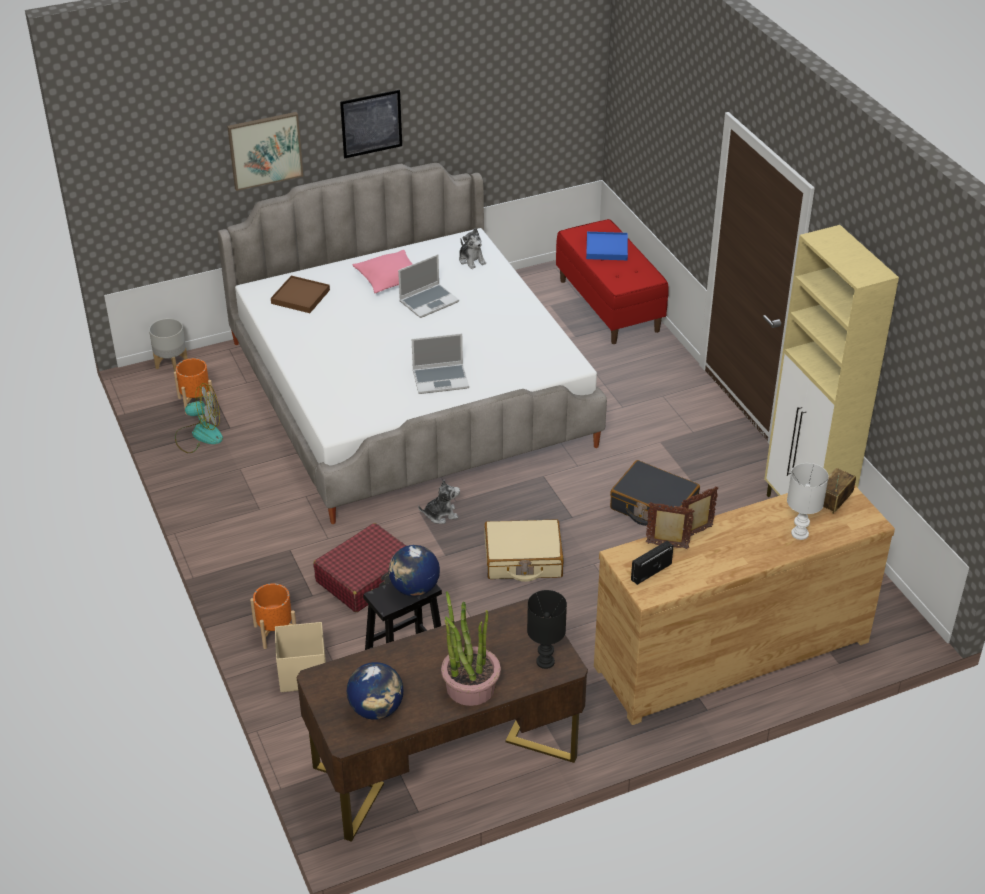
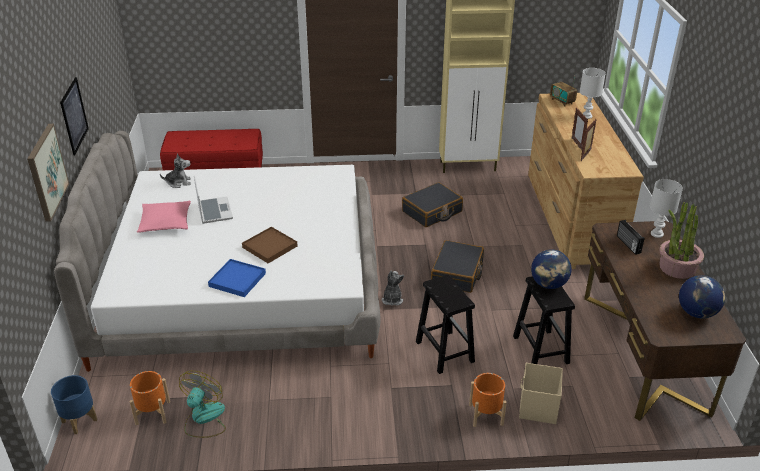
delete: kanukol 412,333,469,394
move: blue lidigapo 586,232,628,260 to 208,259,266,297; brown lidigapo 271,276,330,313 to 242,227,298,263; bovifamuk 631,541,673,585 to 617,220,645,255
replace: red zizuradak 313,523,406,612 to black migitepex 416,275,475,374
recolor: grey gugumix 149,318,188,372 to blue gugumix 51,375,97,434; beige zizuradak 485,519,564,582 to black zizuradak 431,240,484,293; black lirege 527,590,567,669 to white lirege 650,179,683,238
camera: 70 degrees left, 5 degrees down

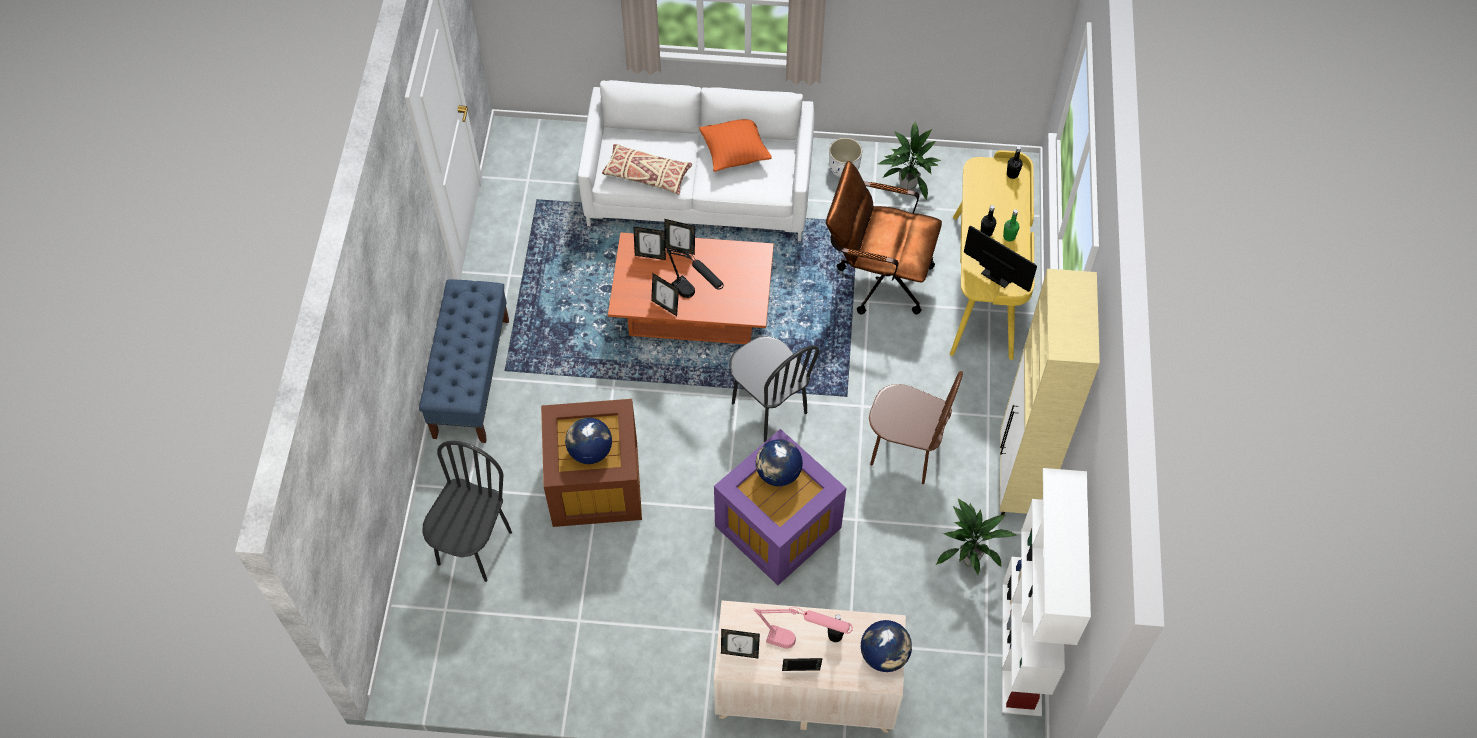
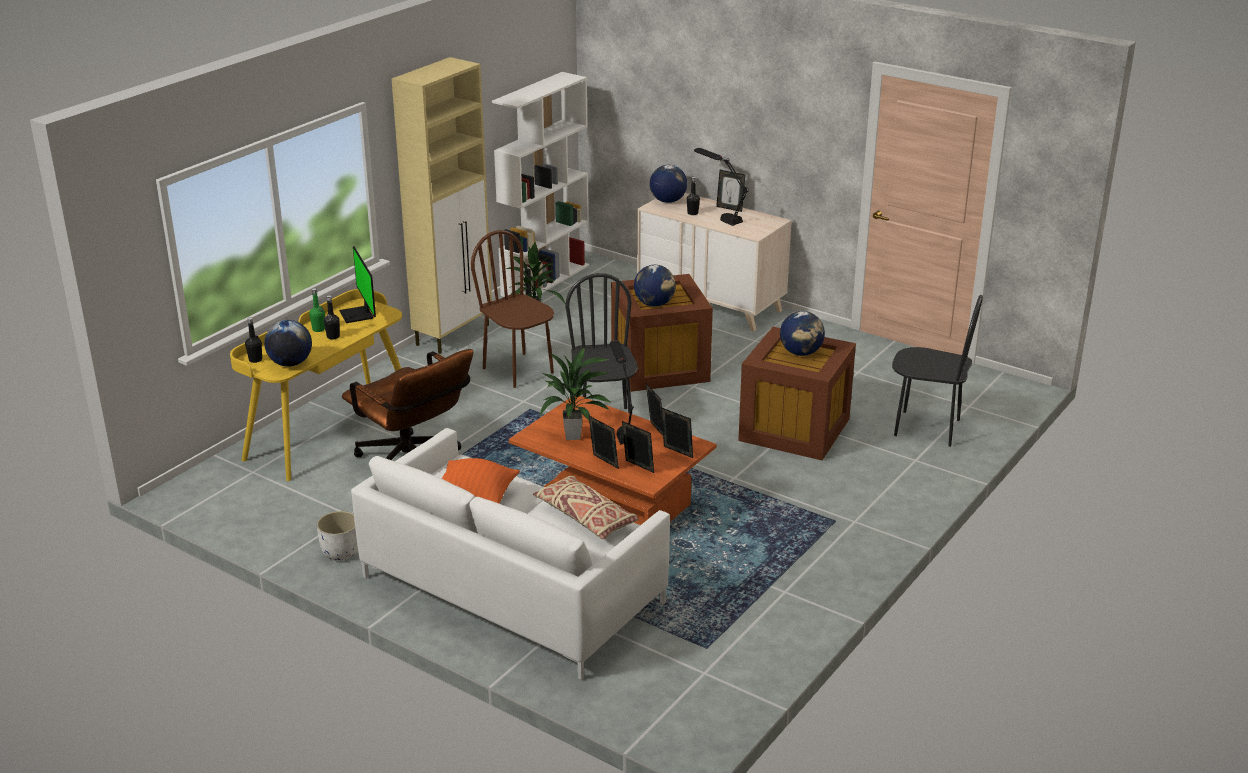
delete: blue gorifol 419,279,509,443
insert: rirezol 264,320,312,367
move: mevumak 878,122,941,200 to 539,347,610,440; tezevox 721,629,760,658 to 661,407,693,458
recolor: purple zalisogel 714,429,846,585 to brown zalisogel 611,274,713,392; pink lirege 753,607,853,649 to black lirege 694,148,749,226
rotate: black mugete 423,441,512,582 = 892,295,983,447 120 degrees counterclockwise
camera: 150 degrees left, 30 degrees down

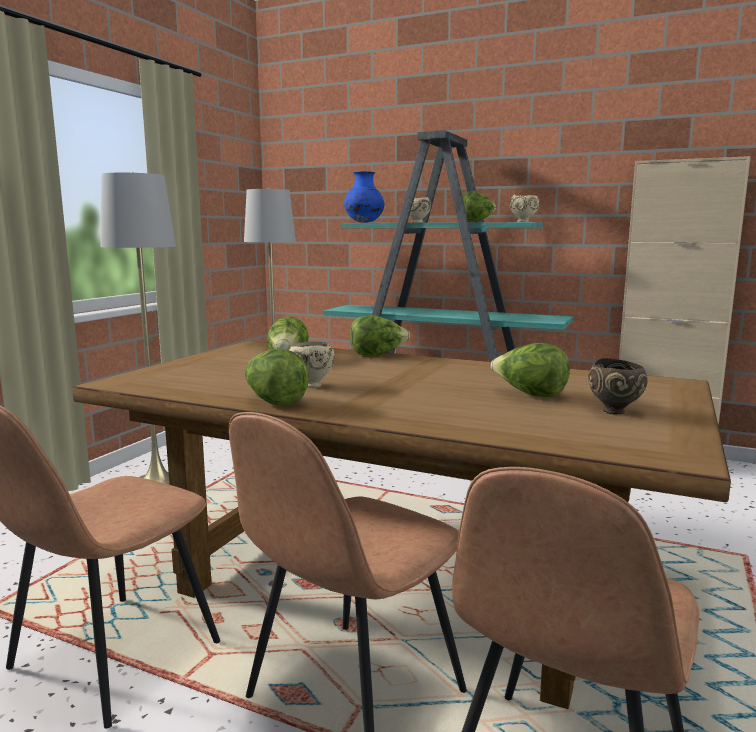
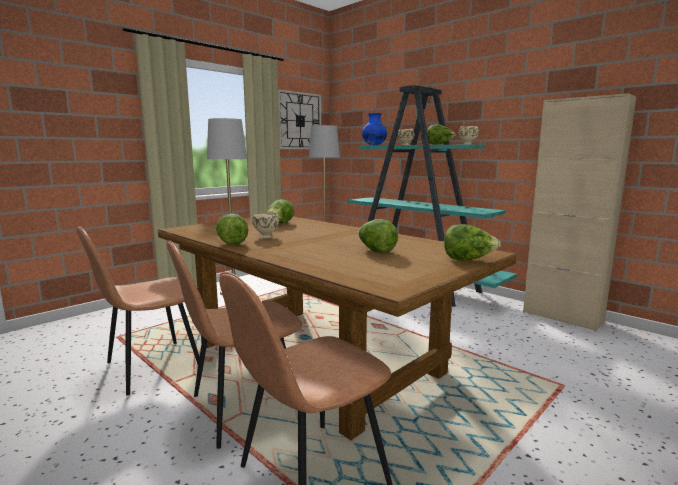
delete: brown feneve 588,358,648,415
insert: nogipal 278,89,321,149
move: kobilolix 350,315,410,356 to 444,224,501,261
camera: 20 degrees right, 0 degrees up

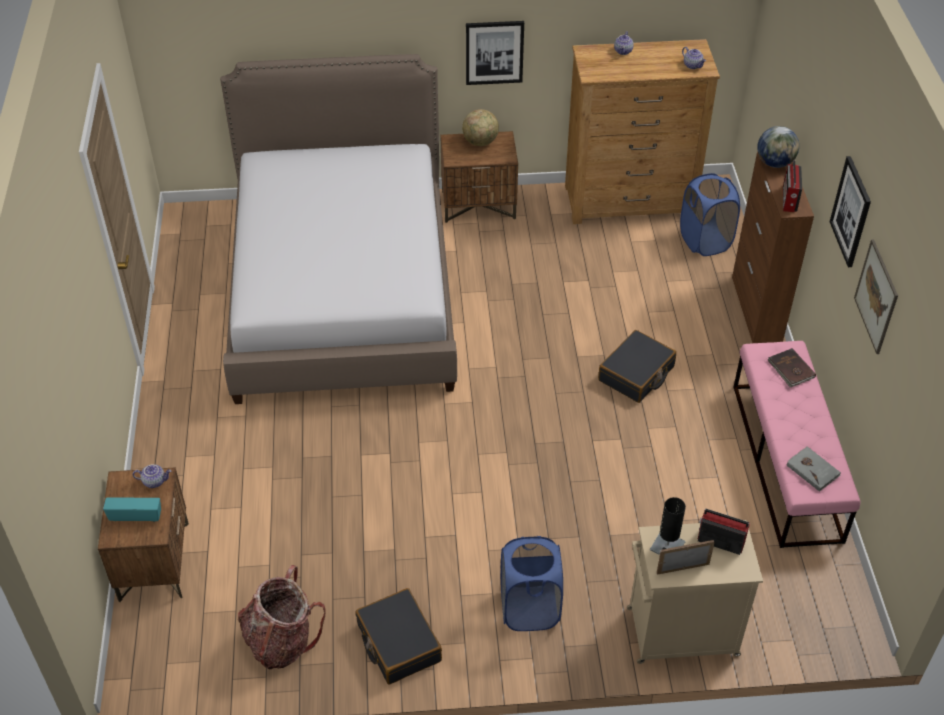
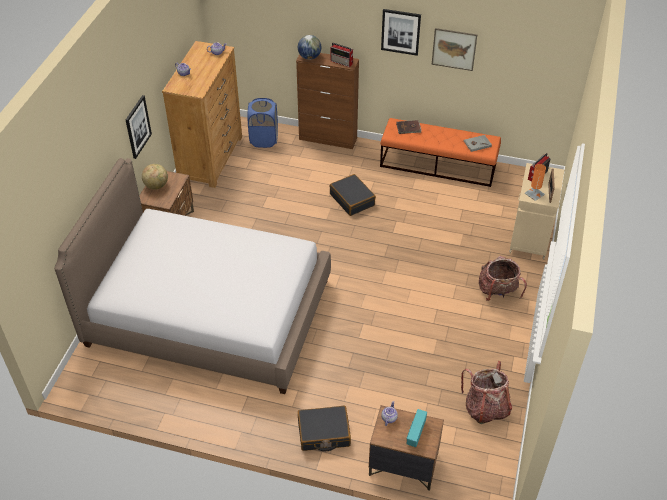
move: black zizuradak 355,588,442,685 to 298,406,351,451
replace: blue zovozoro 501,536,563,631 to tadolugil 479,256,527,301
recolor: pink gorifol 733,341,861,548 to orange gorifol 380,118,501,187; black lirege 650,497,686,555 to orange lirege 525,164,546,201
camera: 70 degrees left, 0 degrees up

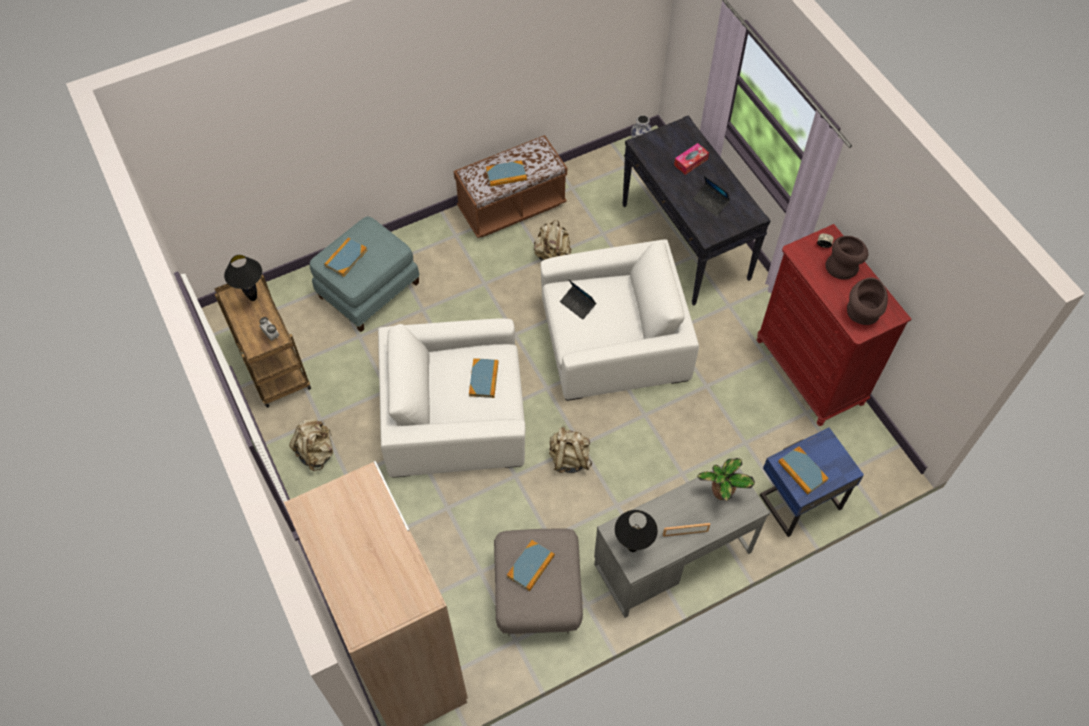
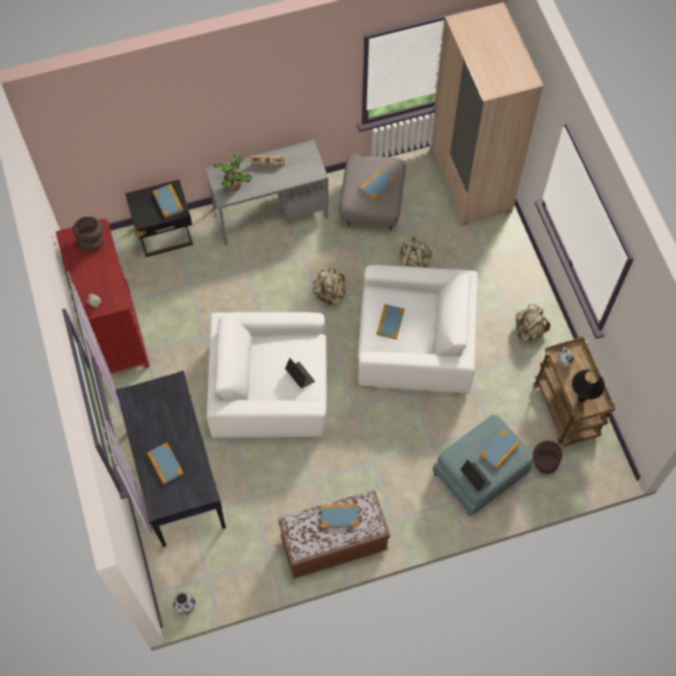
delete: black lirege 615,510,658,552
move: beige tadolugil 534,220,572,261 to 399,237,432,268; kanukol 693,176,730,216 to 460,460,491,492; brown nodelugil 826,236,868,280 to 533,441,562,474
replace: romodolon 674,143,709,175 to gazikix 147,442,184,484
recolor: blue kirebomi 760,427,864,537 to black kirebomi 125,180,193,257
camera: 170 degrees left, 5 degrees up

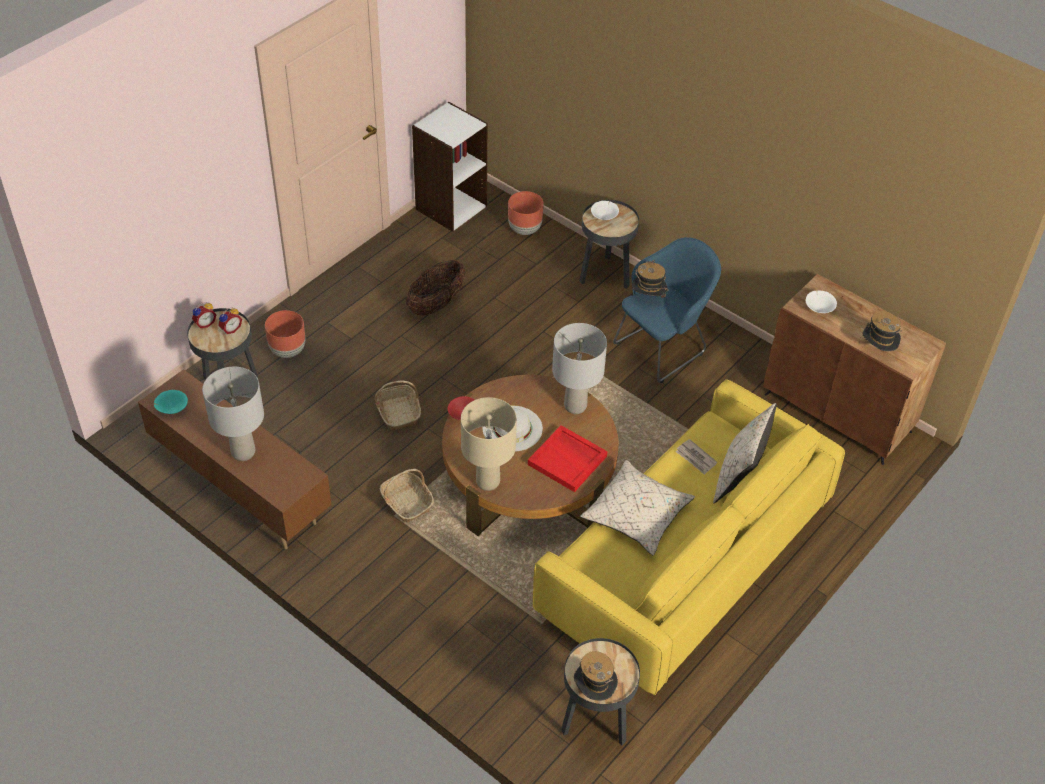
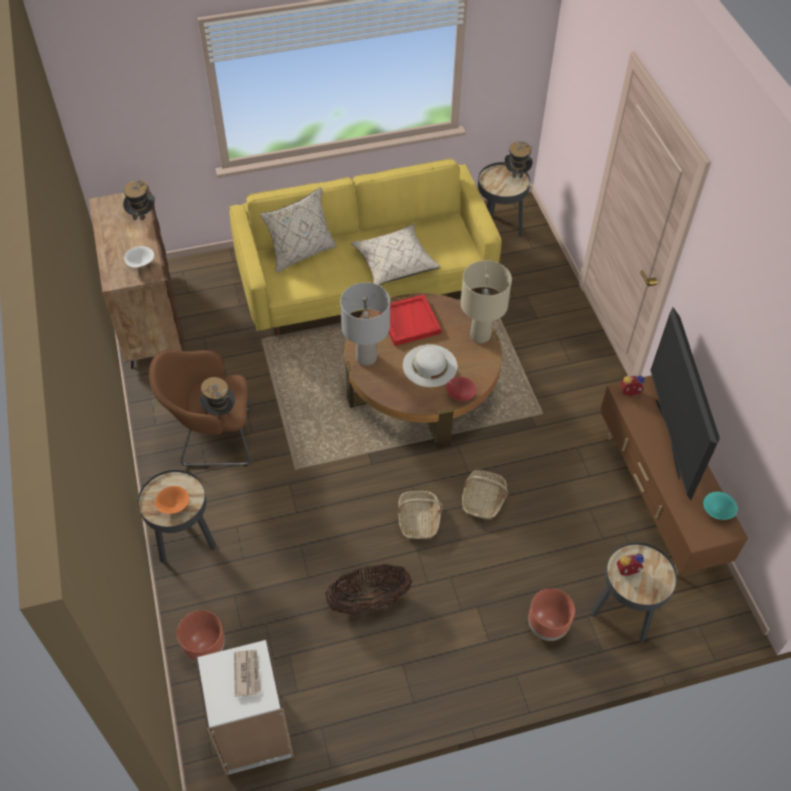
move: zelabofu 676,439,717,475 to 234,650,261,697; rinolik 380,469,434,523 to 398,491,443,539; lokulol 192,302,216,328 to 620,374,645,396
replace: grey lirege 202,367,264,461 to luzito 650,307,720,500
recolor: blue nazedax 613,237,721,383 to brown nazedax 149,350,252,467; white feneve 591,201,619,220 to orange feneve 155,486,189,514
camera: 145 degrees left, 5 degrees up

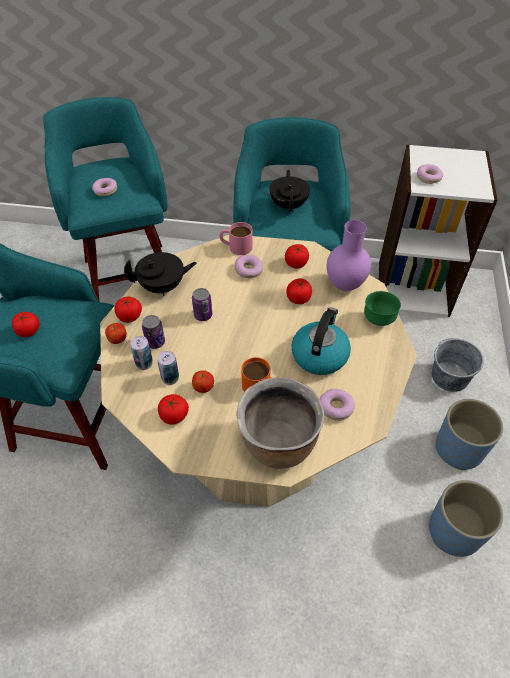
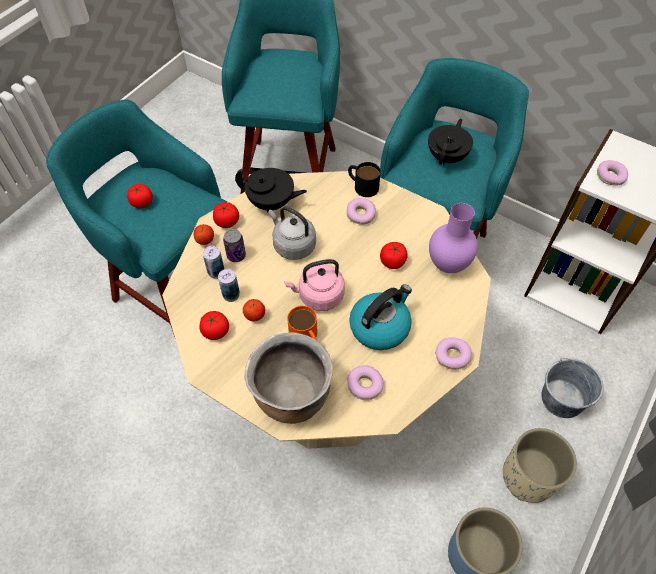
delete: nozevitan 285,244,309,269; green feneve 364,291,401,326
insert: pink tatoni 284,259,345,311
move: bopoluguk 92,178,117,196 to 435,337,472,370
replace: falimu 192,288,212,321 to grey tatoni 268,206,316,260
recolor: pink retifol 219,222,253,255 to black retifol 348,162,381,197; blue gugumix 435,399,503,470 to beige gugumix 503,428,577,503
camera: 25 degrees right, 5 degrees up

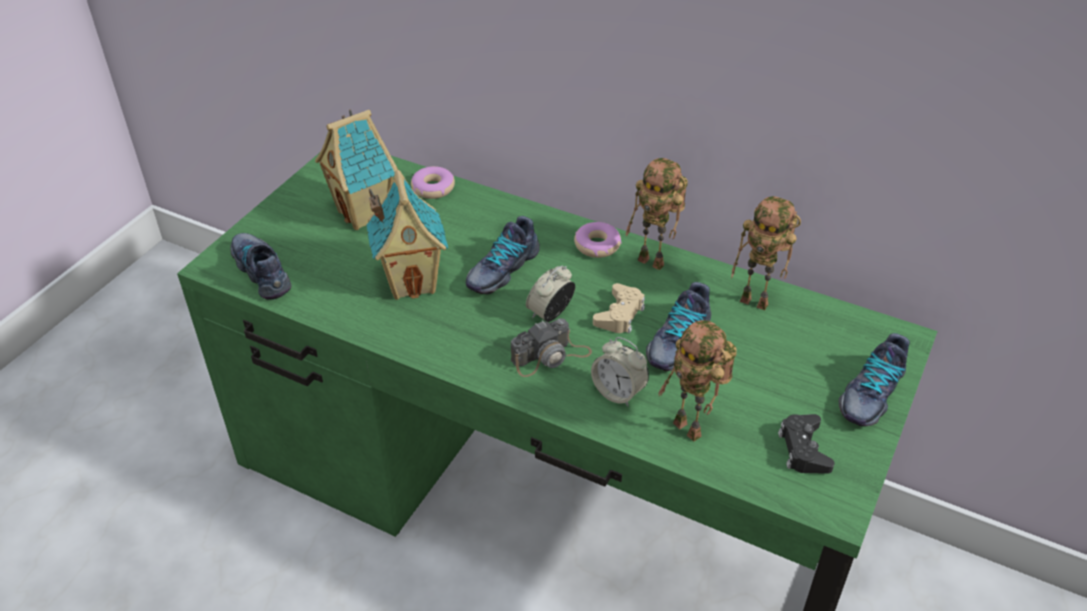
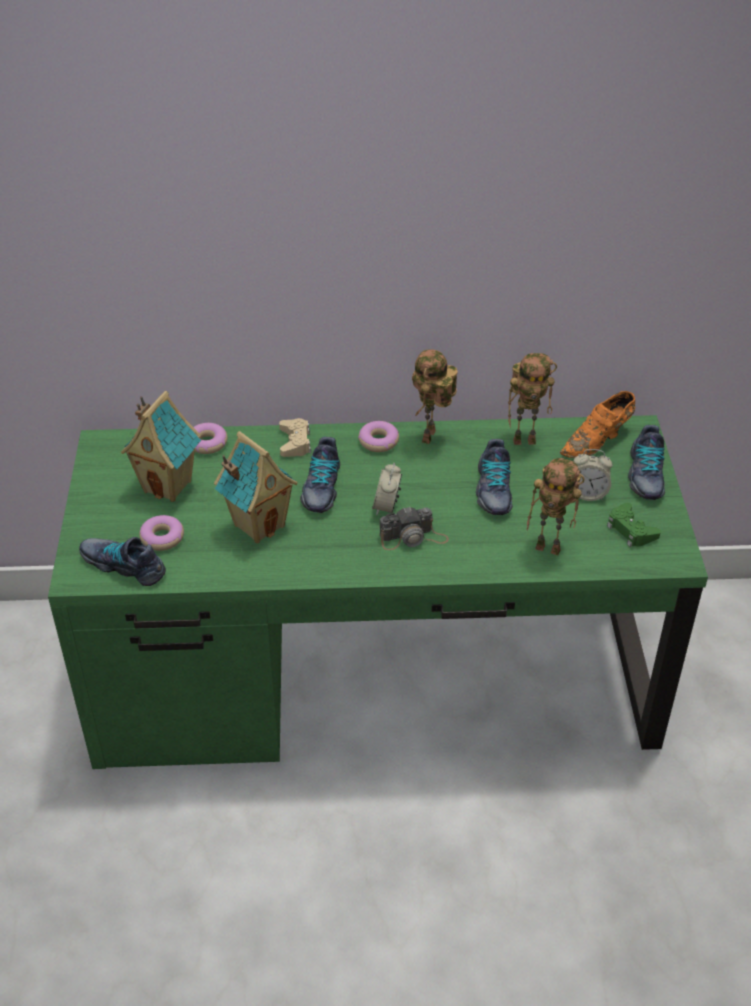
insert: bopoluguk 139,515,184,551; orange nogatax 560,391,635,458
move: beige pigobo 593,283,645,333 to 279,418,311,457; lokulol 591,337,649,407 to 574,449,613,501
recolor: black pigobo 778,414,835,474 to green pigobo 607,503,661,547
rotate: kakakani 511,318,592,377 = 380,506,449,550 45 degrees clockwise; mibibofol 626,158,688,270 = 412,349,458,444 105 degrees clockwise
camera: 30 degrees left, 0 degrees up

